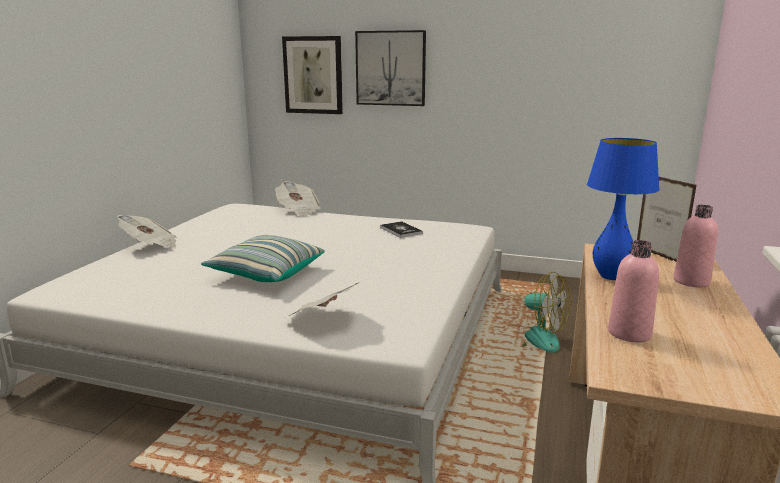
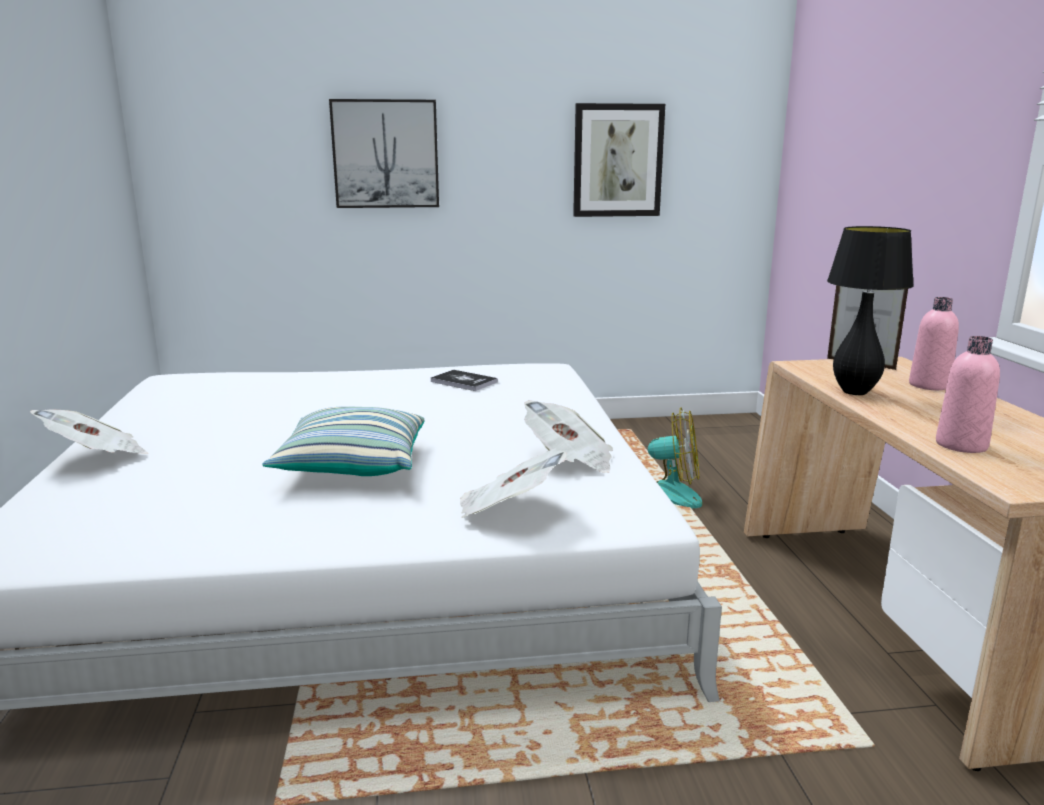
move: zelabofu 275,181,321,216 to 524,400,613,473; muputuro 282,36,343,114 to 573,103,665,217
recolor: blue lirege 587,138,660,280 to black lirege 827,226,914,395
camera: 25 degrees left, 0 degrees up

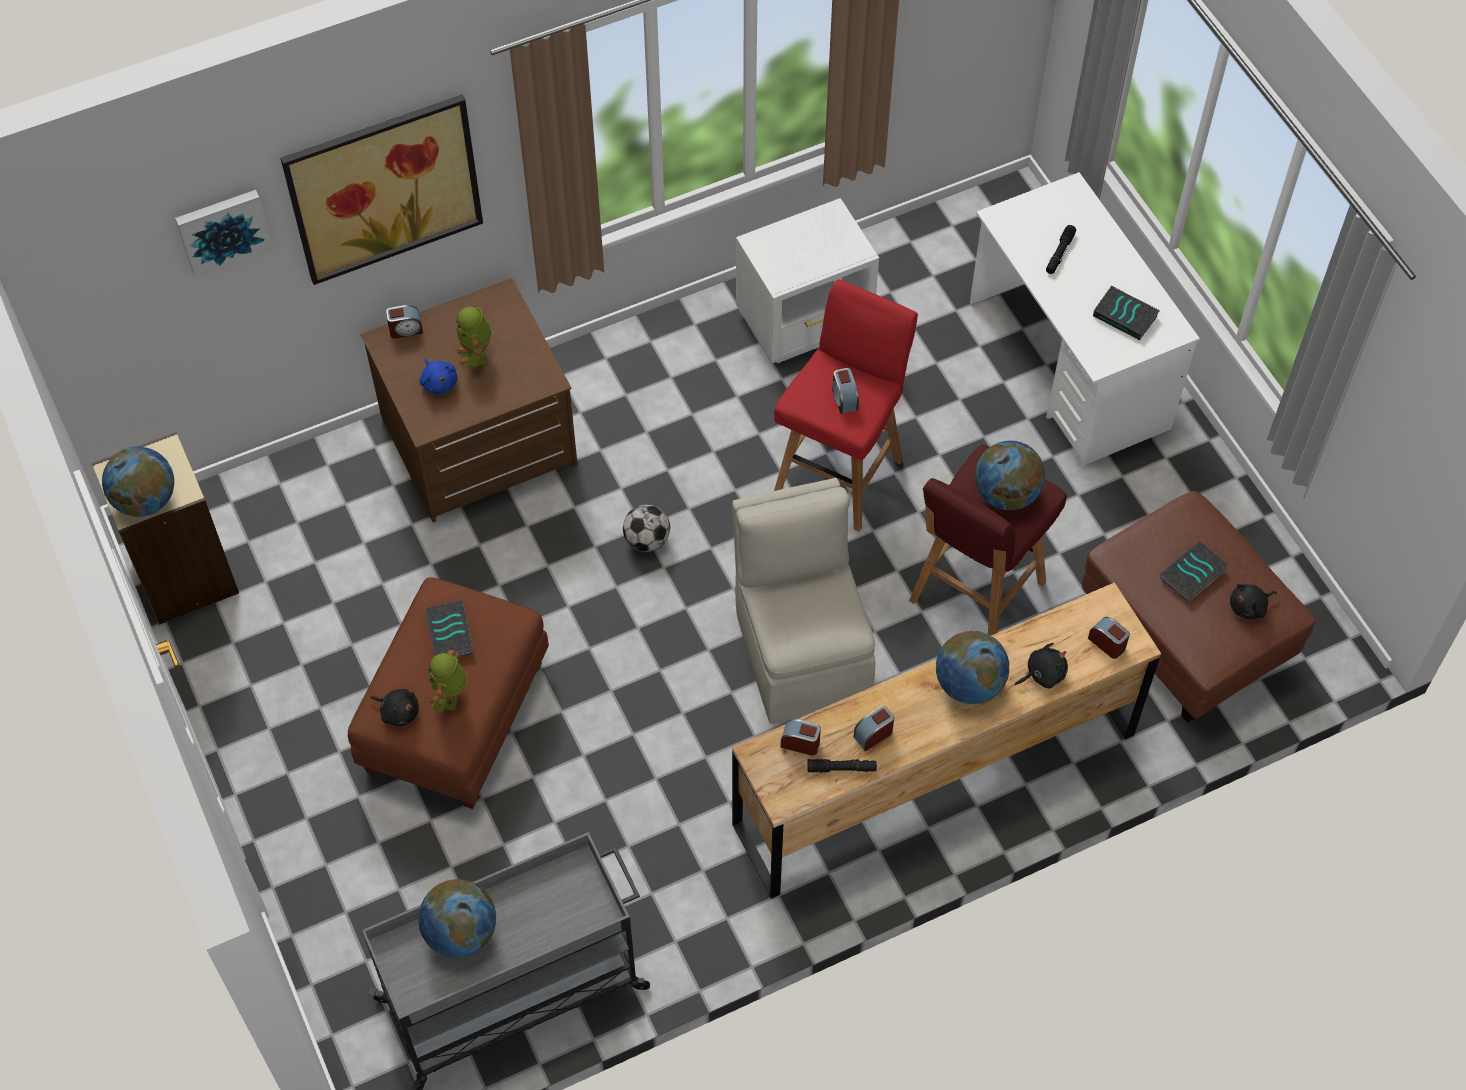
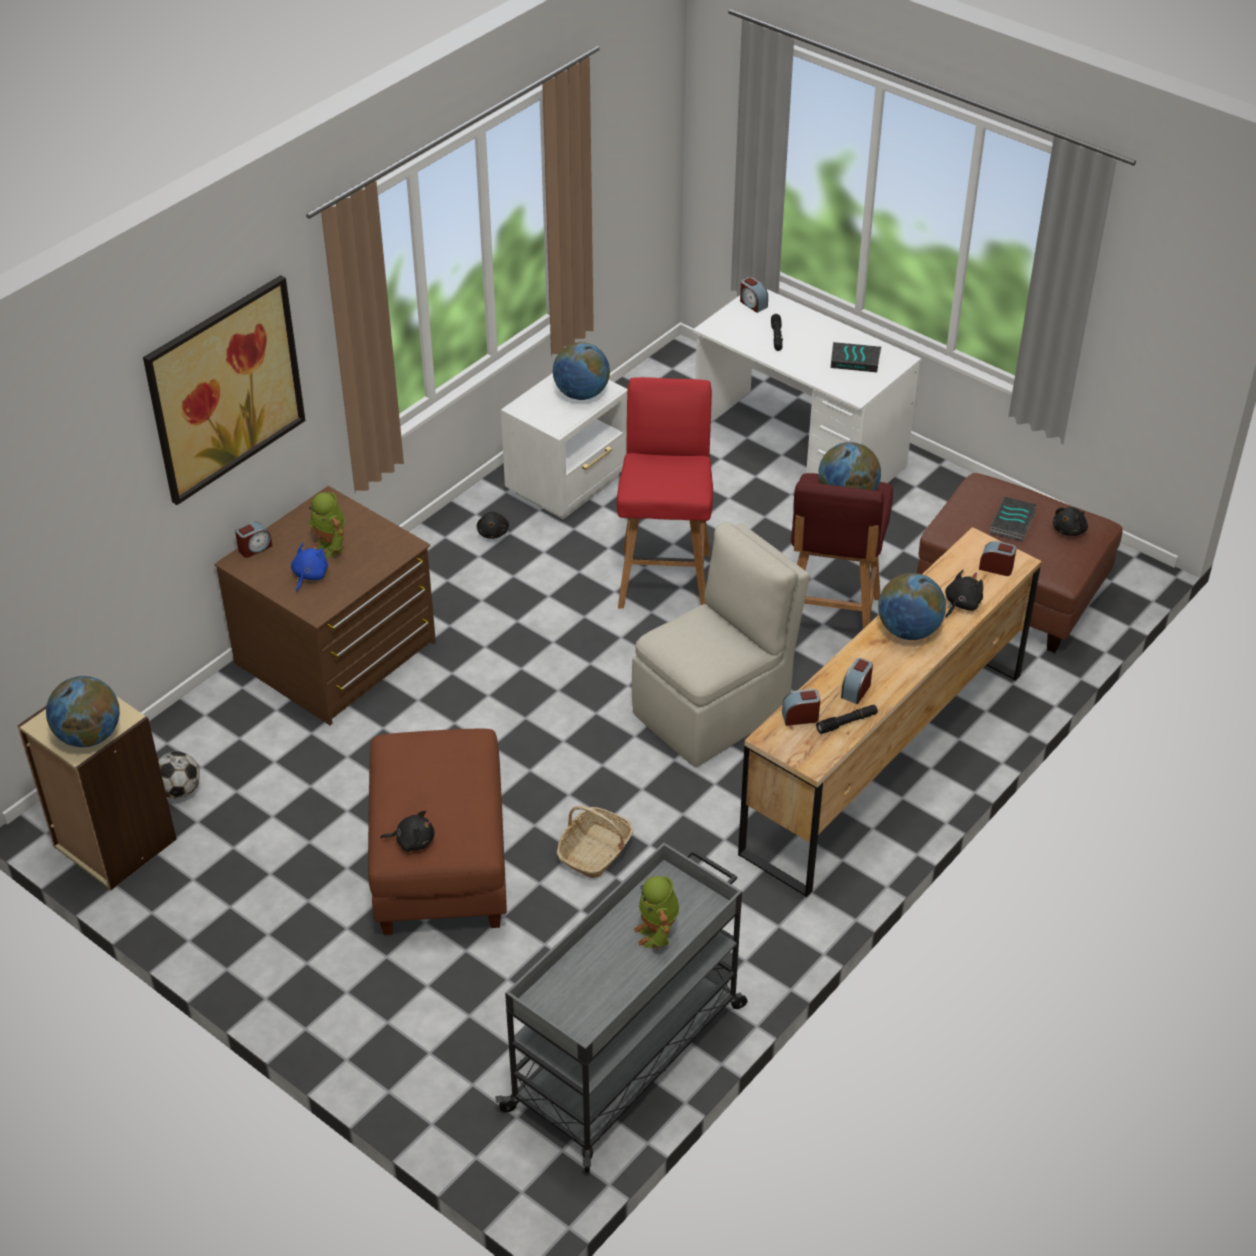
delete: muputuro 175,190,273,278; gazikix 425,600,474,657
insert: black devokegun 477,512,509,539; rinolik 557,805,634,878
move: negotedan 623,505,670,552 to 158,751,200,799; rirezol 418,879,496,958 to 553,342,610,400; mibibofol 429,650,467,714 to 634,876,679,950; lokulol 832,368,859,414 to 740,277,768,313
rotate: blue devokegun 419,358,458,394 = 291,542,328,592 105 degrees counterclockwise; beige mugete 732,478,876,724 = 632,522,810,767 90 degrees clockwise
camera: 25 degrees left, 15 degrees down

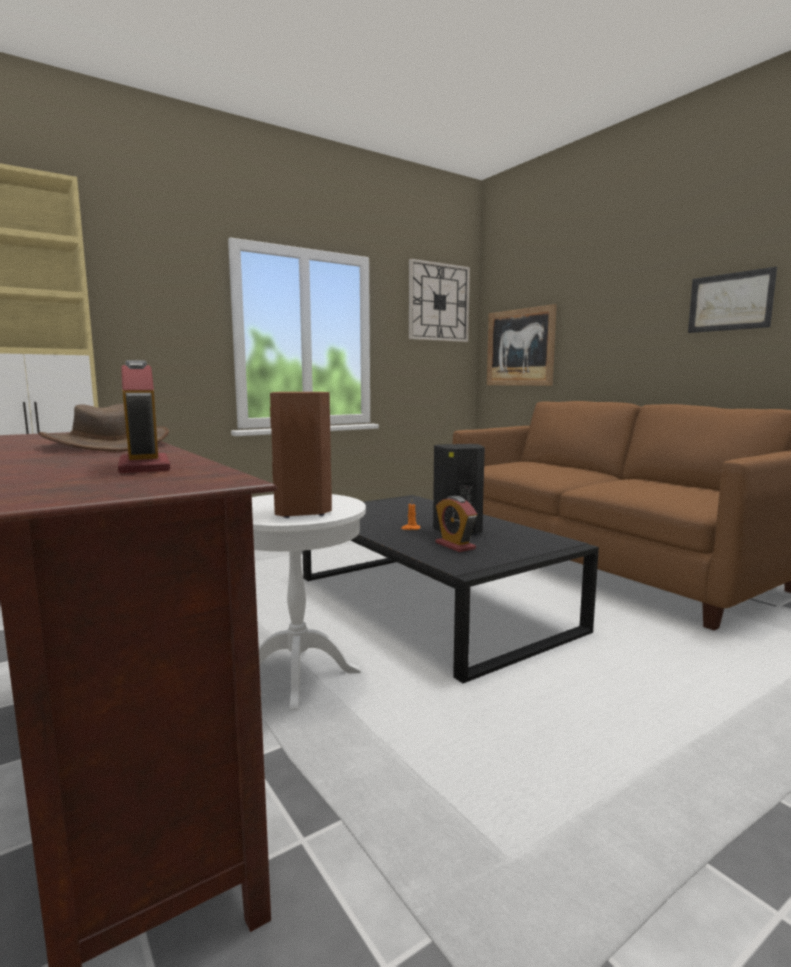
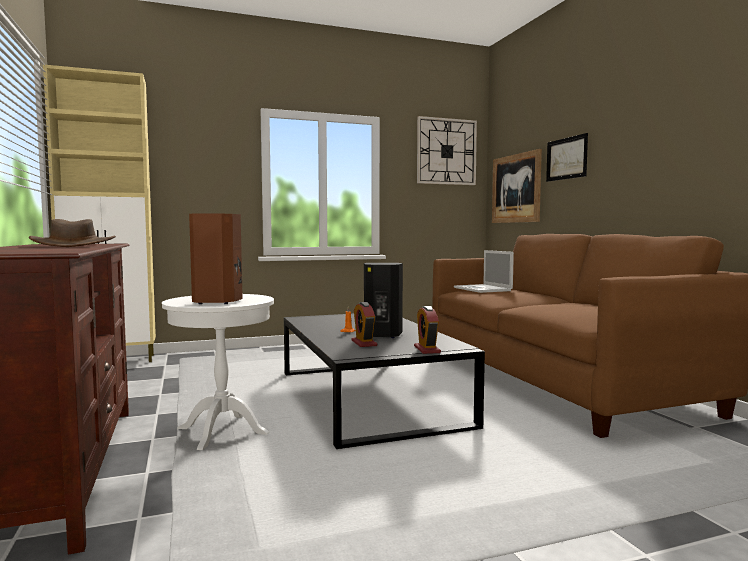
insert: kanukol 454,250,514,293
move: lokulol 118,360,170,473 to 414,306,441,354; muputuro 688,267,777,333 to 546,133,588,182
camera: 15 degrees right, 5 degrees down

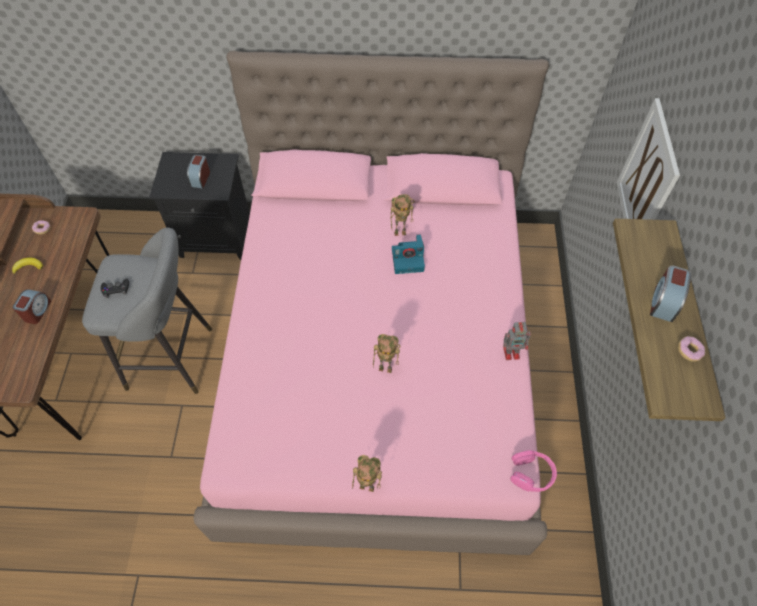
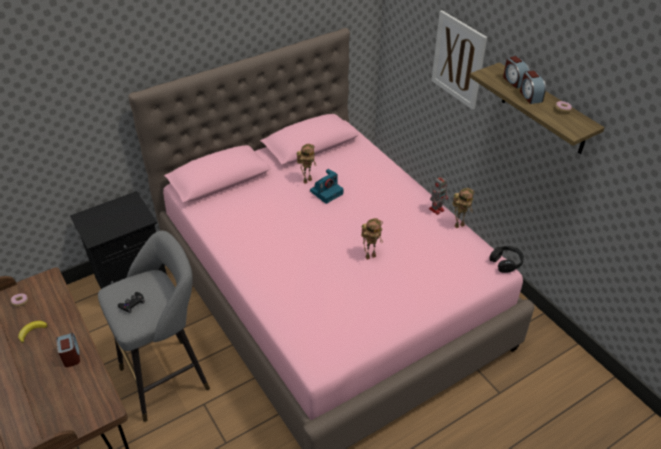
move: mibibofol 352,455,382,492 to 452,188,475,228; lokulol 187,155,210,188 to 503,56,530,89
recolor: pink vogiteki 510,450,557,492 to black vogiteki 489,246,524,273
camera: 35 degrees left, 15 degrees down

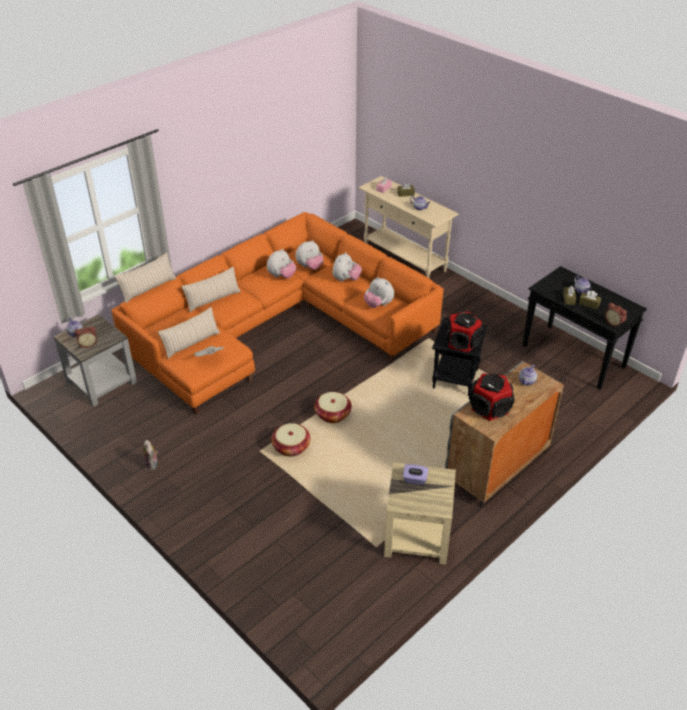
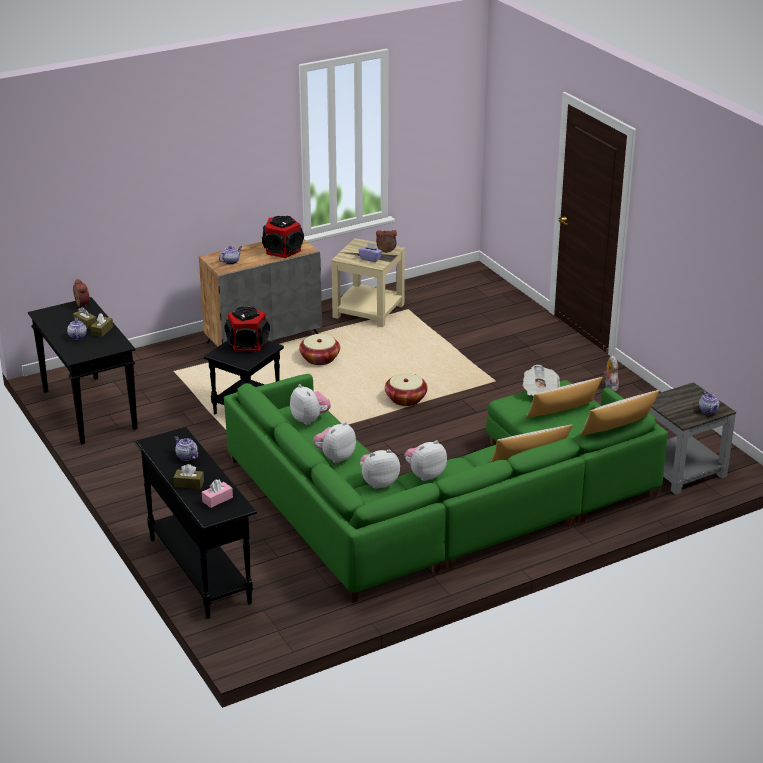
move: rinolik 271,423,311,457 to 299,334,340,365; lokulol 75,326,97,348 to 376,230,397,252
recolor: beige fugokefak 359,176,459,278 to black fugokefak 136,427,257,619; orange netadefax 111,212,444,414 to green netadefax 224,374,668,603
camera: 165 degrees left, 10 degrees down

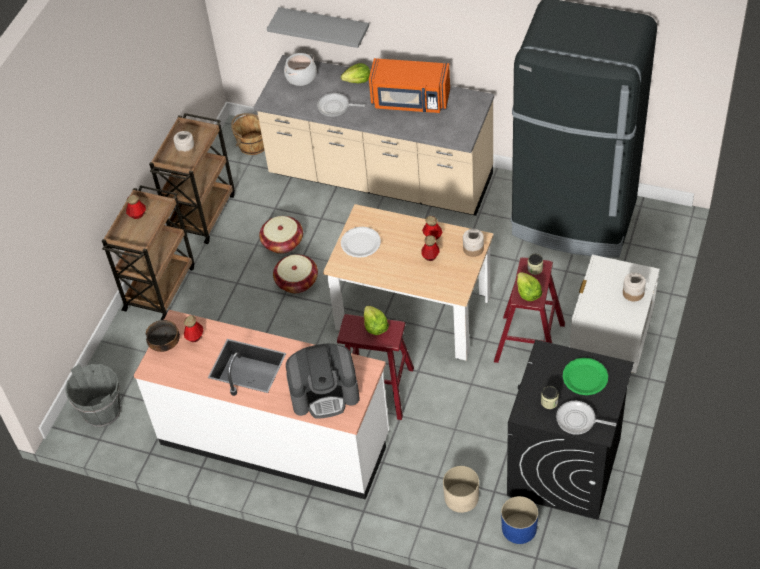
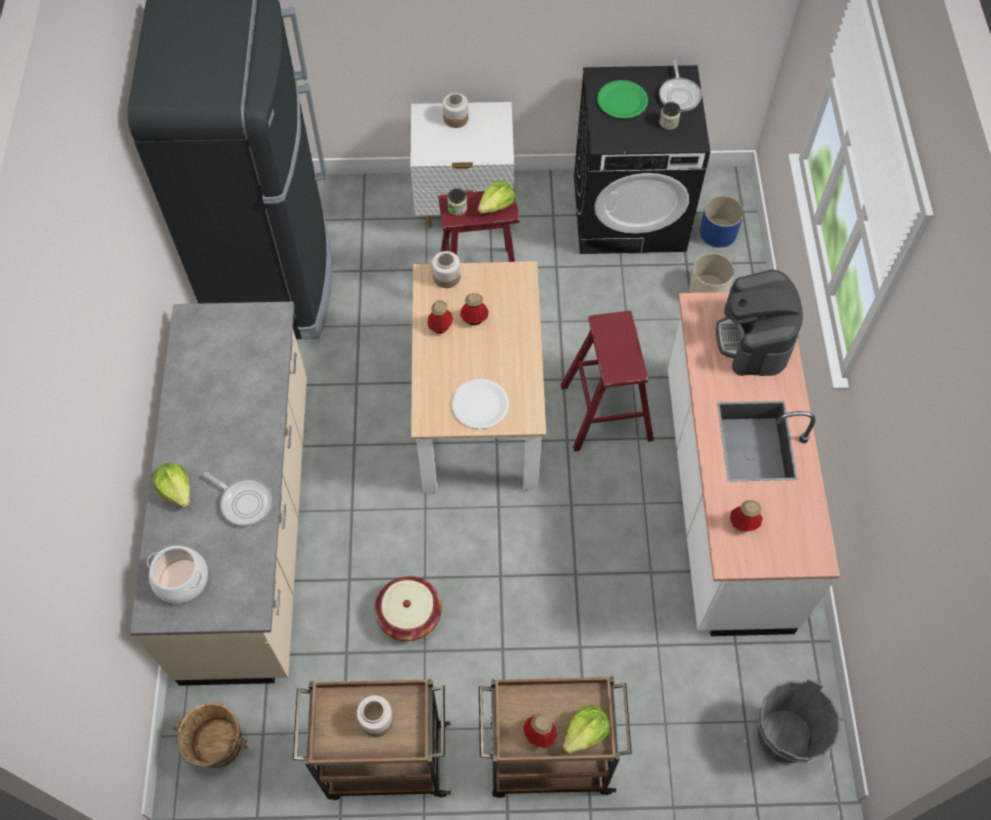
delete: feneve 146,320,180,352; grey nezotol 267,7,369,48; rinolik 273,254,318,293; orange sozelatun 369,58,450,113
move: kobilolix 363,305,389,335 to 562,705,610,754
rotate: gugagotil 317,93,365,117 = 204,472,272,526 45 degrees counterclockwise; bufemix 286,344,360,419 = 716,269,803,376 150 degrees counterclockwise
camera: 115 degrees left, 10 degrees up

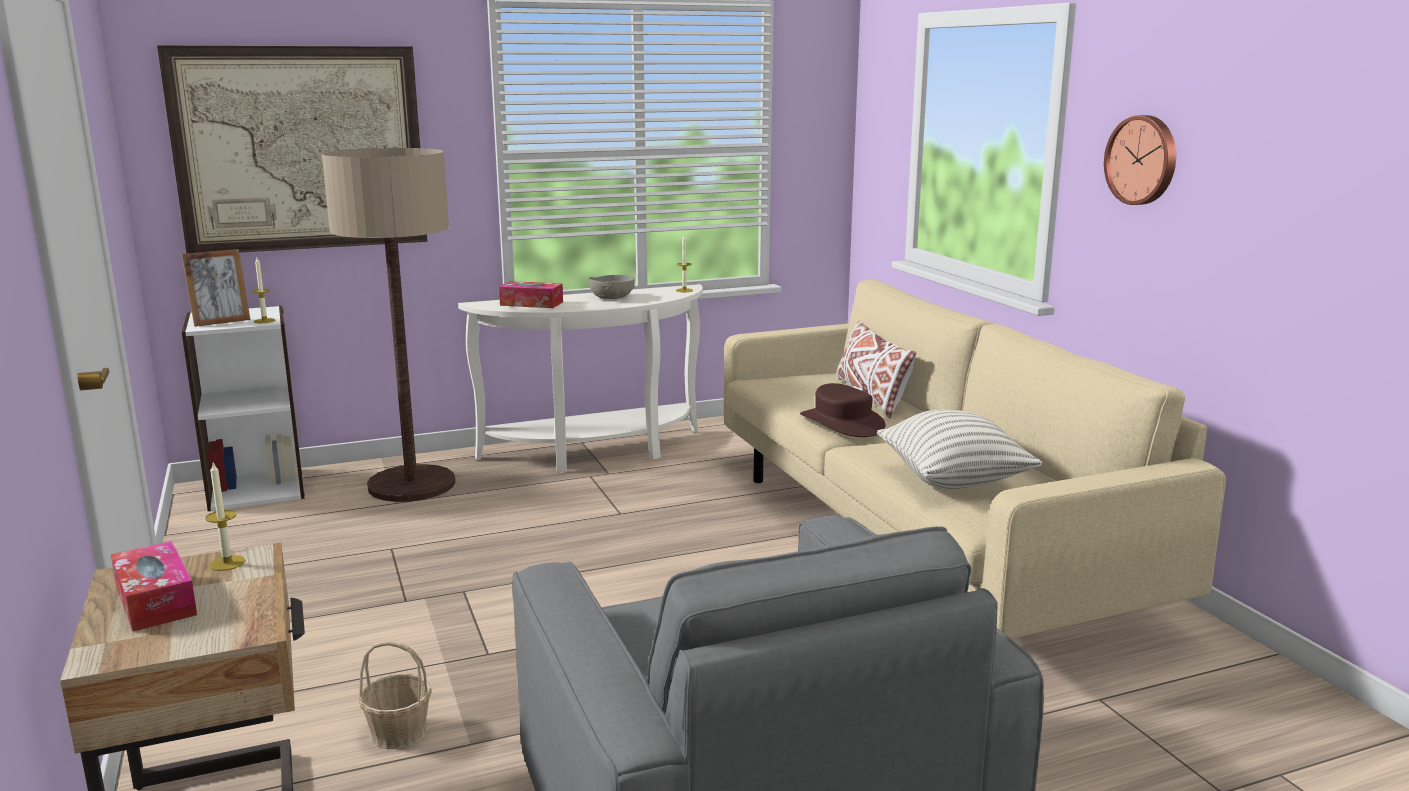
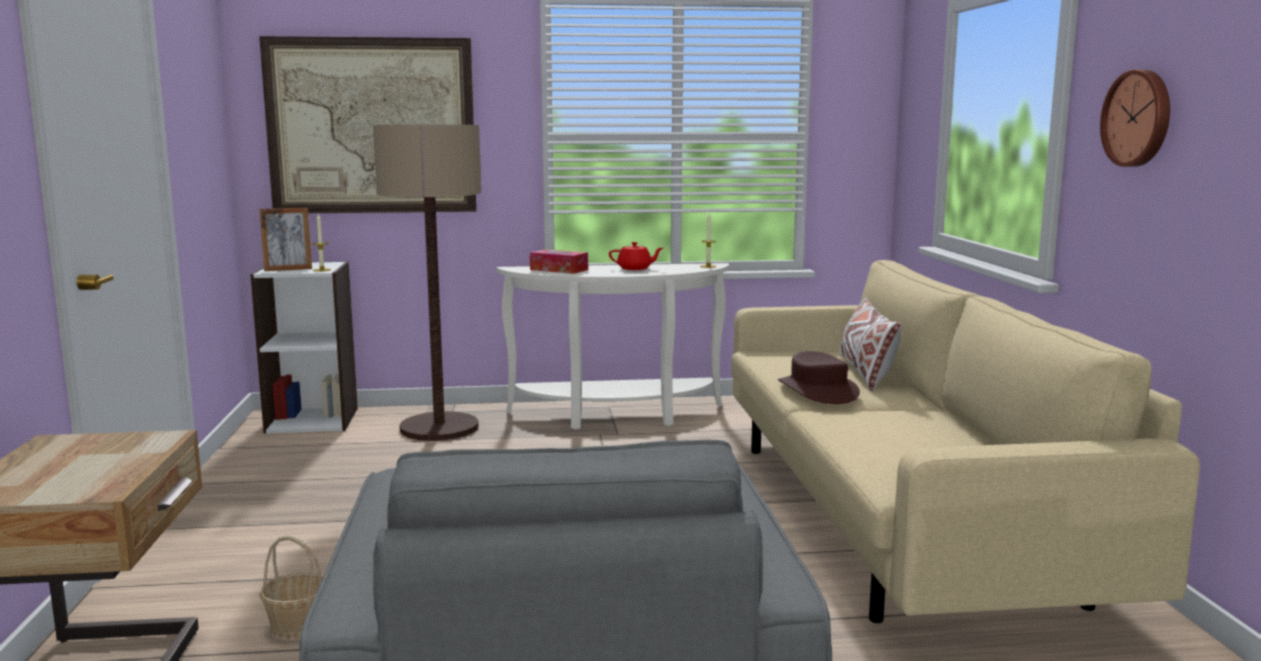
delete: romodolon 111,541,197,632; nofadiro 205,462,246,571; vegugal 877,409,1042,490
replace: grey feneve 588,275,635,299 to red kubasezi 609,242,663,270
camera: 15 degrees right, 5 degrees down

